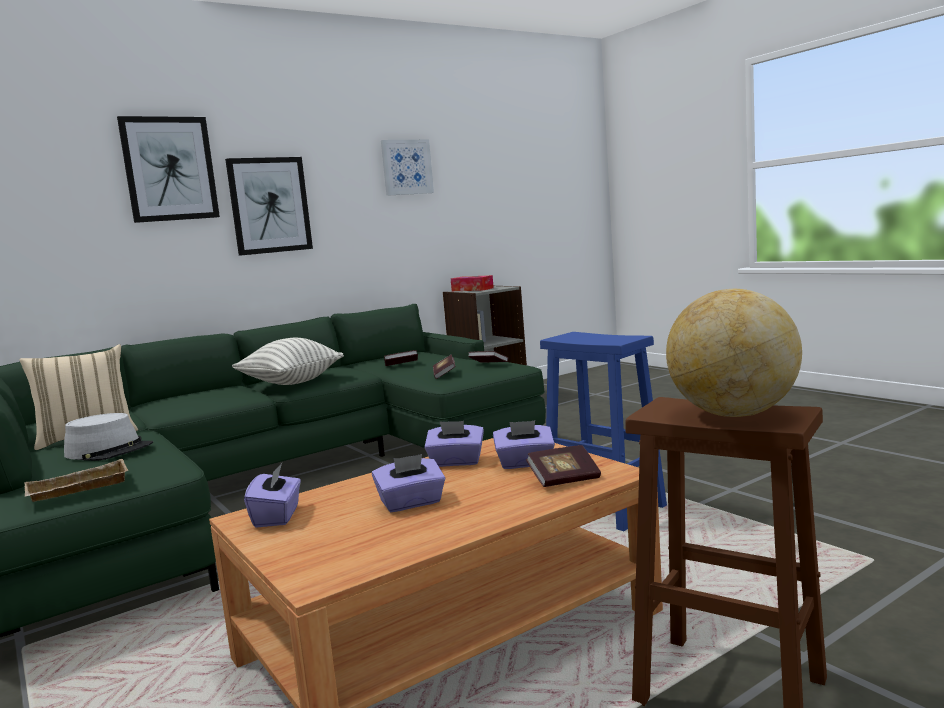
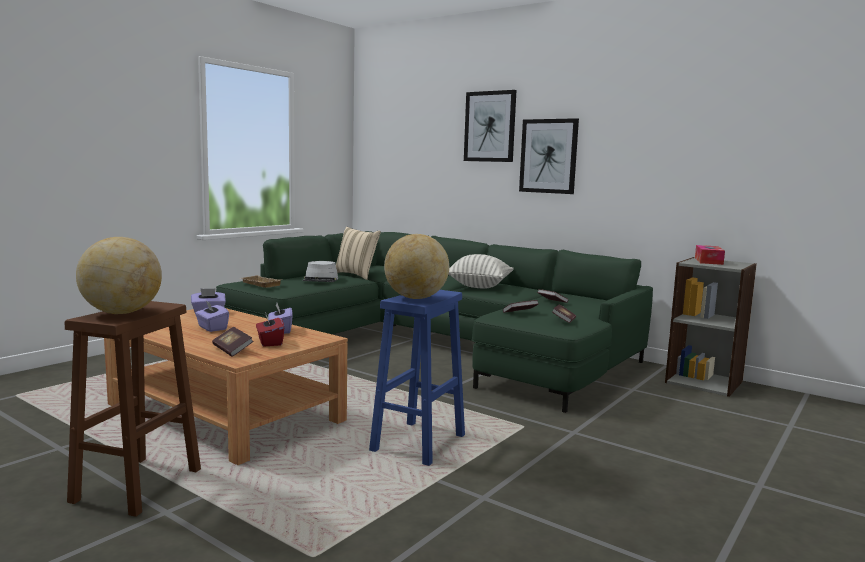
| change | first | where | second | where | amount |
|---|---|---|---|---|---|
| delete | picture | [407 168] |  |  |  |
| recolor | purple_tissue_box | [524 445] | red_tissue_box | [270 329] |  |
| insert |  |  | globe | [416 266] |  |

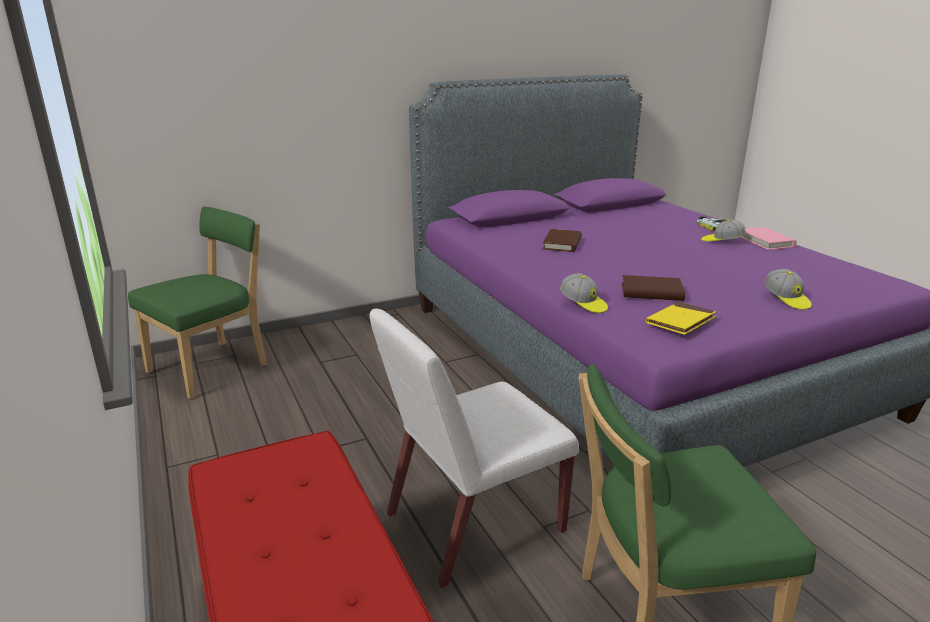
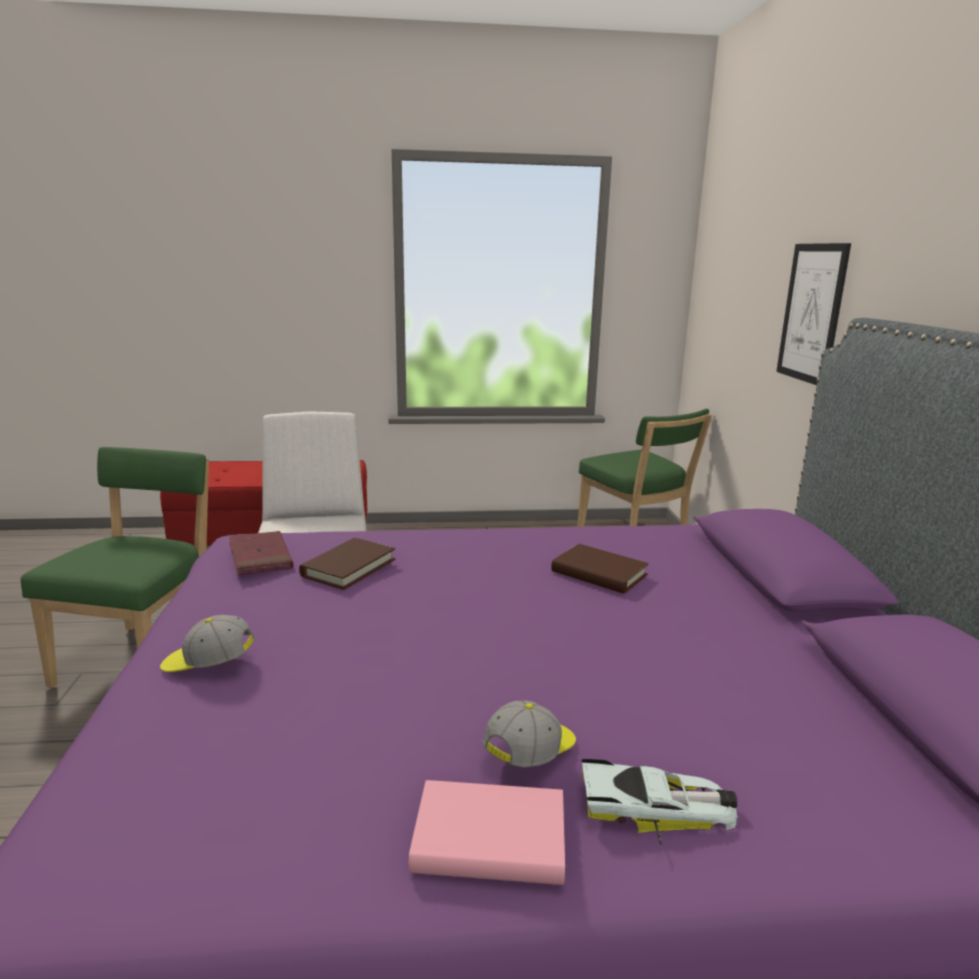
| change | first | where | second | where | amount |
|---|---|---|---|---|---|
| delete | cap | [584 293] |  |  |  |
| recolor | yellow_book | [681 318] | red_book | [261 553] |  |
| insert |  |  | picture | [813 314] |  |

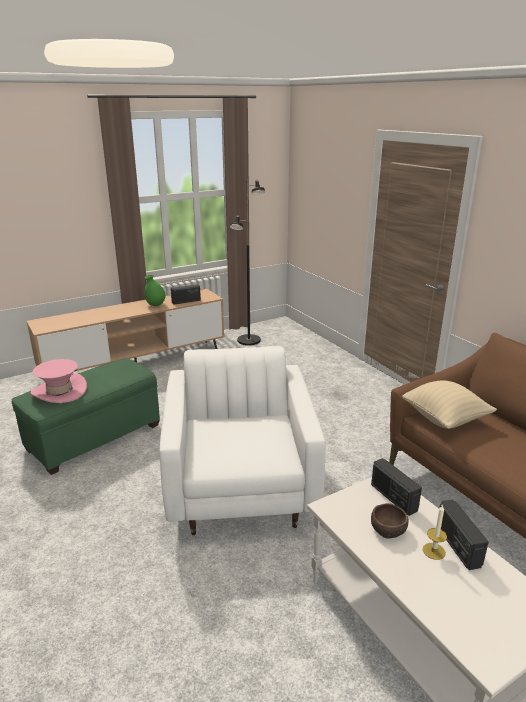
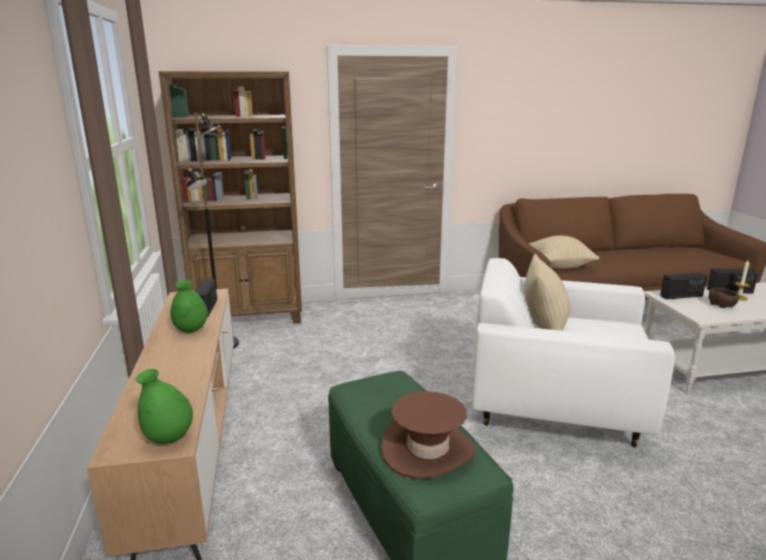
| change | first | where | second | where | amount |
|---|---|---|---|---|---|
| recolor | pink_hat | [58 381] | brown_hat | [428 435] |  |
| insert |  |  | brown_bookcase | [230 197] |  |
| insert |  |  | beige_pillow | [547 292] |  |
| insert |  |  | green_vase | [164 406] |  |

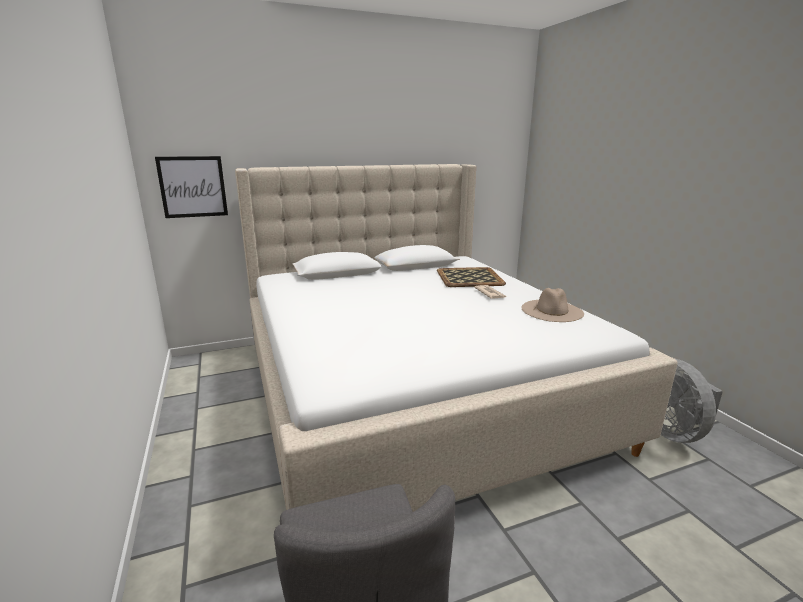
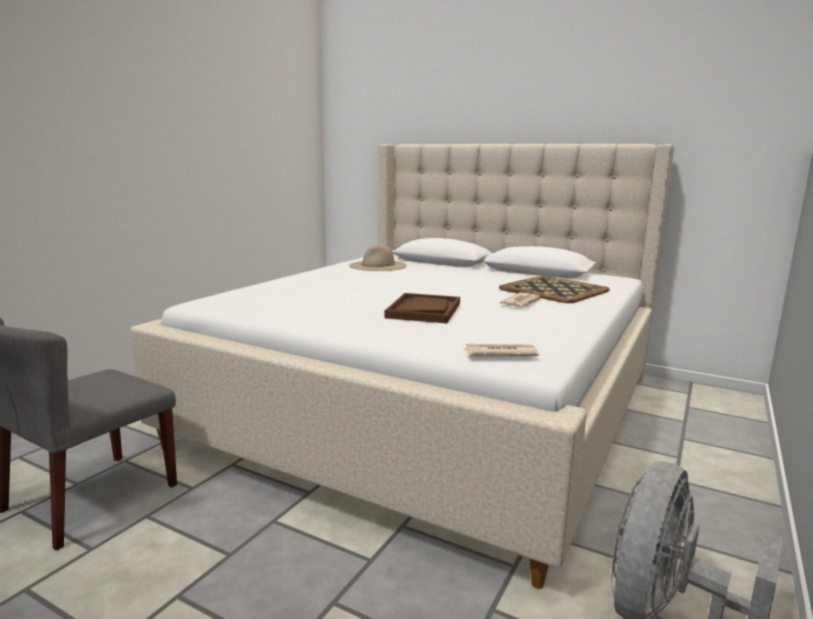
| change | first | where | second | where | amount |
|---|---|---|---|---|---|
| delete | picture | [191 187] |  |  |  |
| move | beige_hat | [552 305] |  | [378 257] |  |
| insert |  |  | brown_tray | [422 308] |  |
| insert |  |  | newspaper | [501 350] |  |

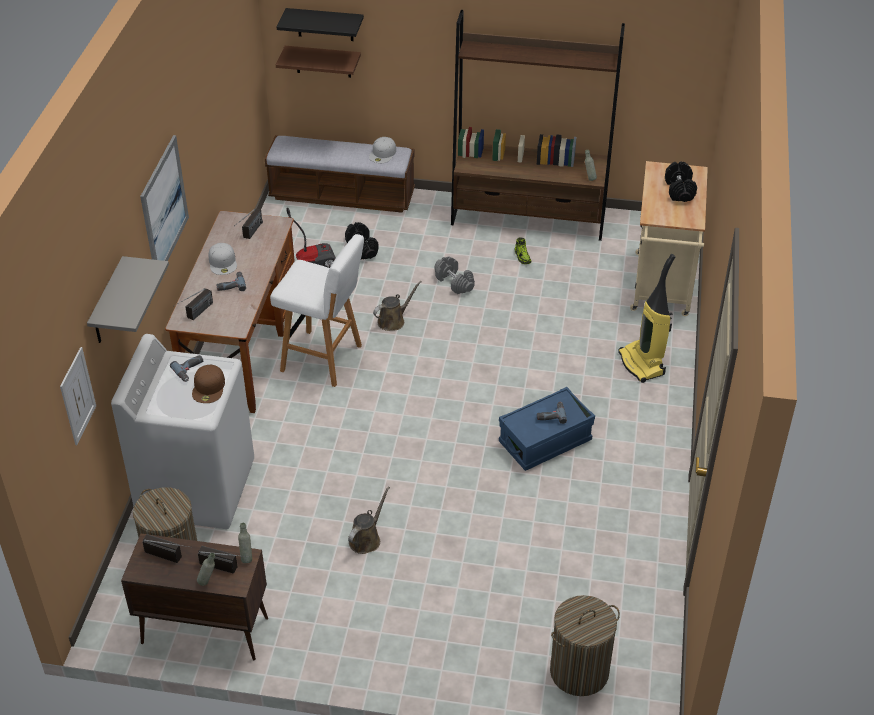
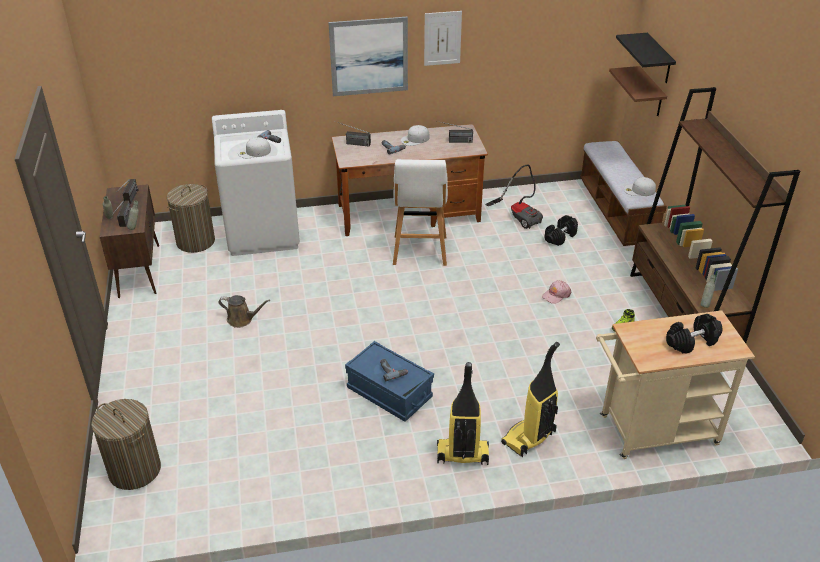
| change | first | where | second | where | amount |
|---|---|---|---|---|---|
| delete | grey_shelf | [128 299] |  |  |  |
| replace | grey_dumbbell | [455 275] | pink_cap | [556 292] |  |
| delete | brown_watering_can | [397 306] |  |  |  |
| move | picture | [78 396] |  | [443 38] |  |
| recolor | brown_cap | [208 384] | white_cap | [254 147] |  |
| insert |  |  | vacuum_cleaner | [463 413] |  |

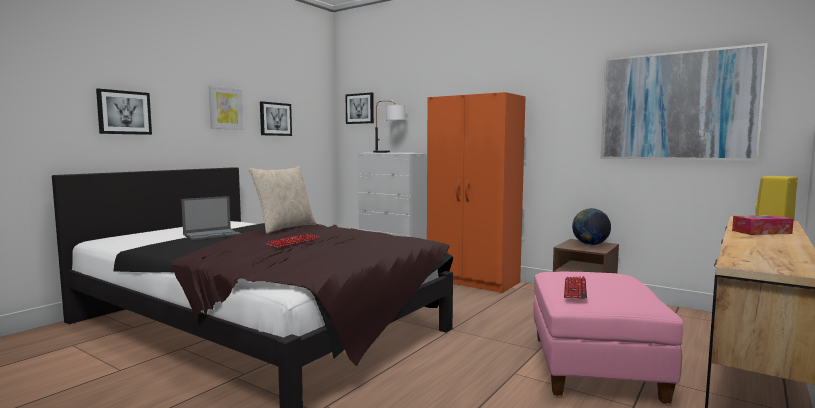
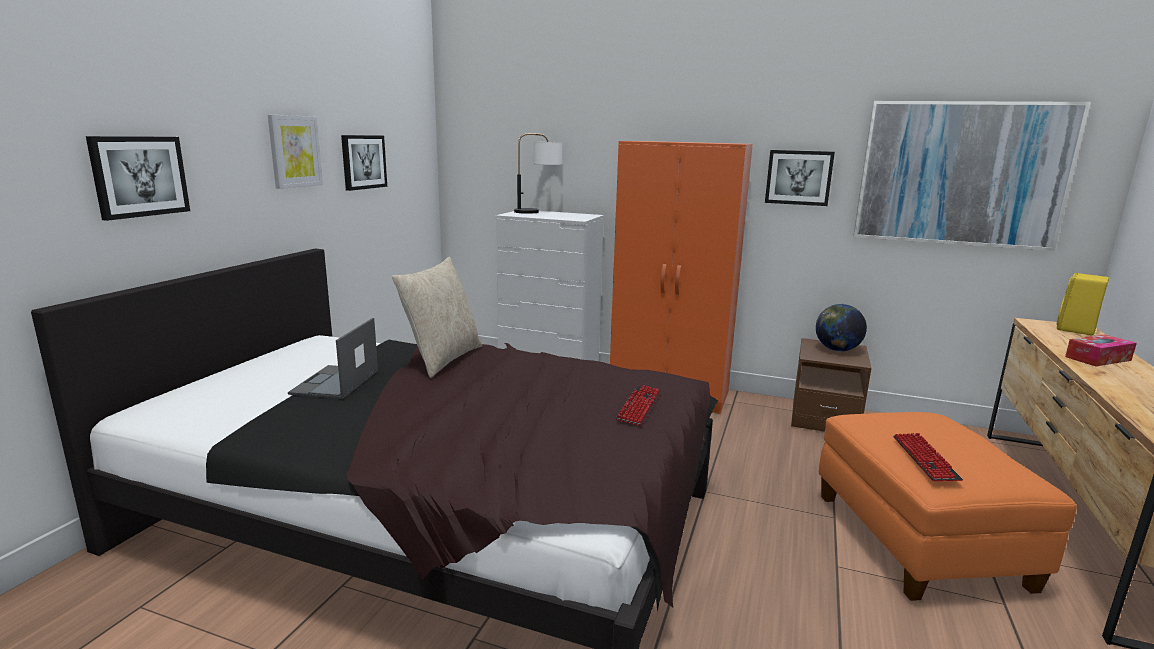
| change | first | where | second | where | amount |
|---|---|---|---|---|---|
| move | picture | [360 108] |  | [800 178] |  |
| rotate | laptop | [211 218] |  | [333 358] | 150 degrees clockwise |
| move | keyboard | [293 241] |  | [638 405] |  |
| recolor | pink_ottoman | [608 338] | orange_ottoman | [948 506] |  |

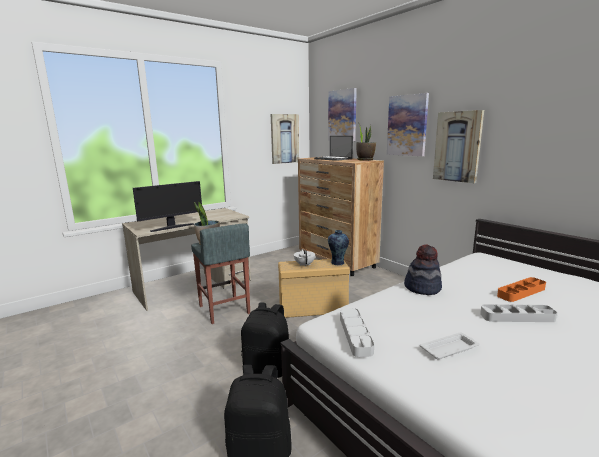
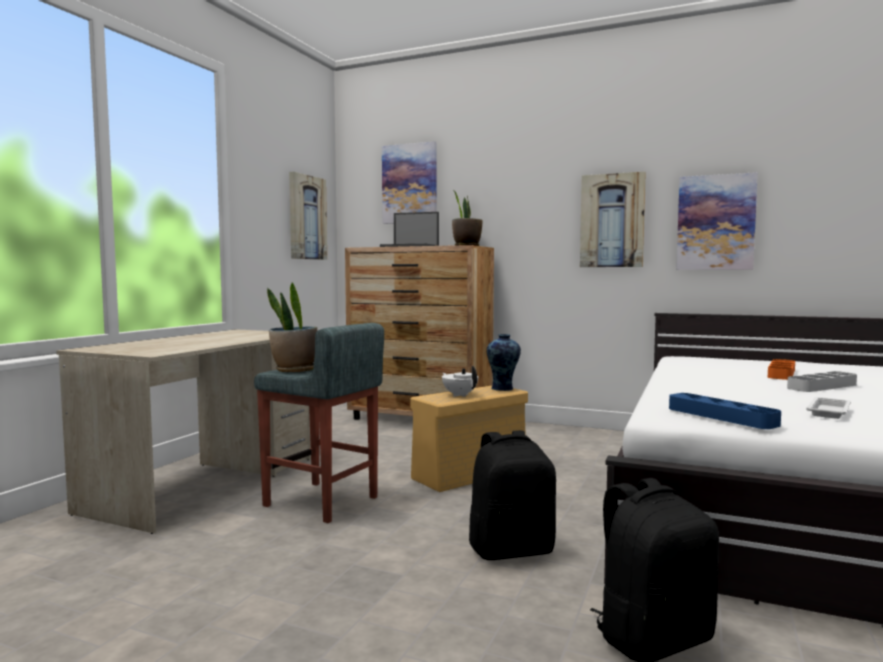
| change | first | where | second | where | amount |
|---|---|---|---|---|---|
| move | picture | [408 124] |  | [717 221] |  |
| delete | monitor | [167 206] |  |  |  |
| delete | hat | [423 269] |  |  |  |
| recolor | grey_tray | [357 332] | blue_tray | [725 411] |  |

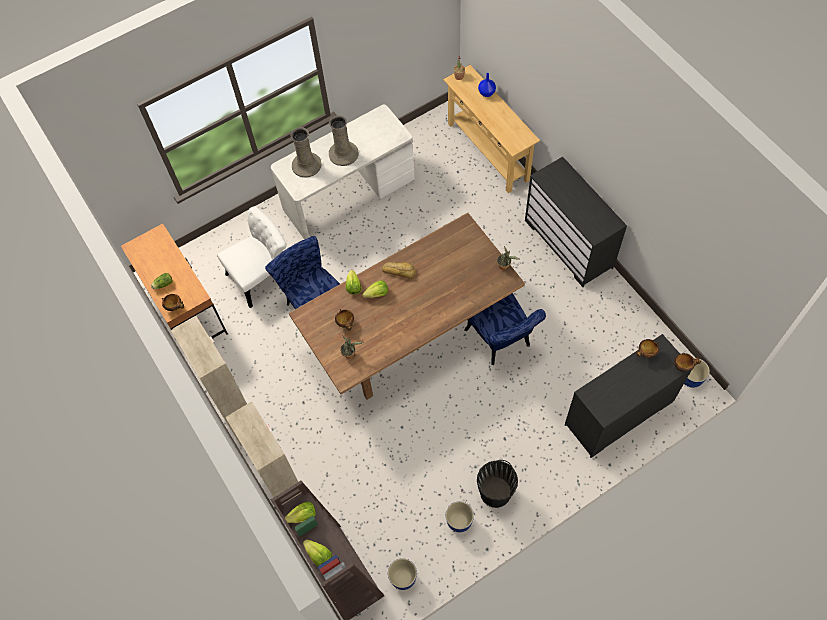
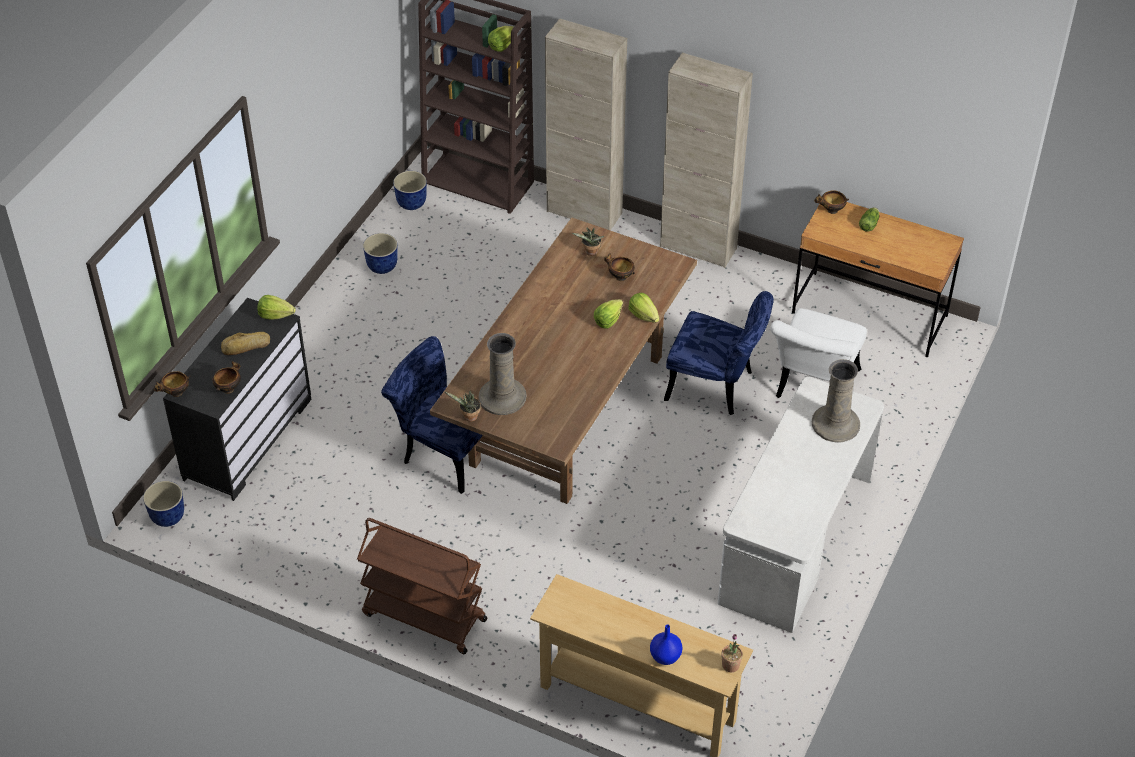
| change | first | where | second | where | amount |
|---|---|---|---|---|---|
| move | beige_vase | [344 140] |  | [502 374] |  |
| replace | black_dresser | [576 222] | brown_cart | [422 586] |  |
| move | bread | [399 270] |  | [245 343] |  |
| delete | black_bucket | [497 484] |  |  |  |
| move | lettuce | [317 552] |  | [276 307] |  |

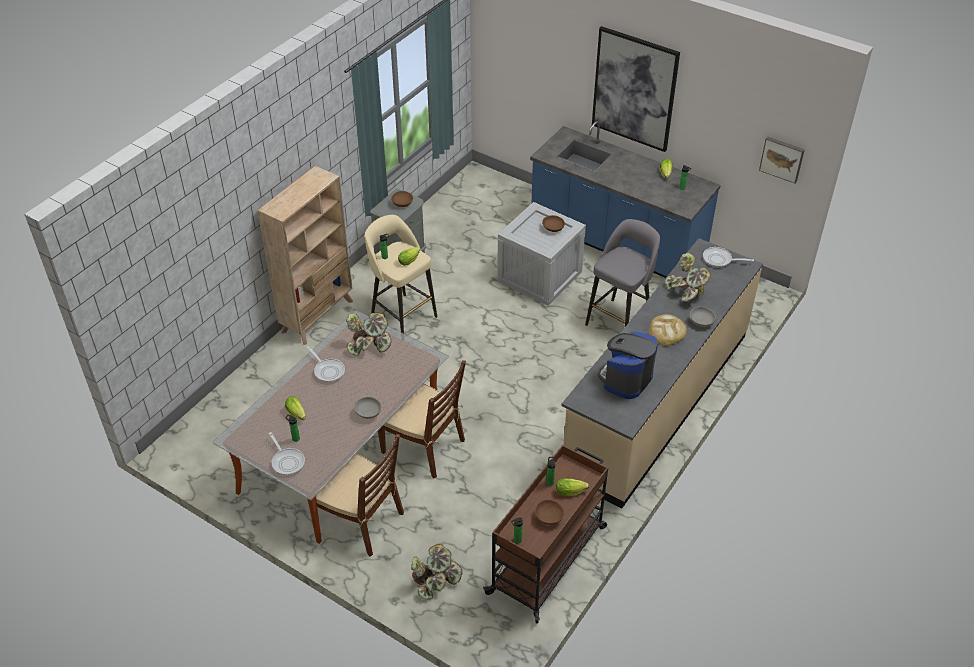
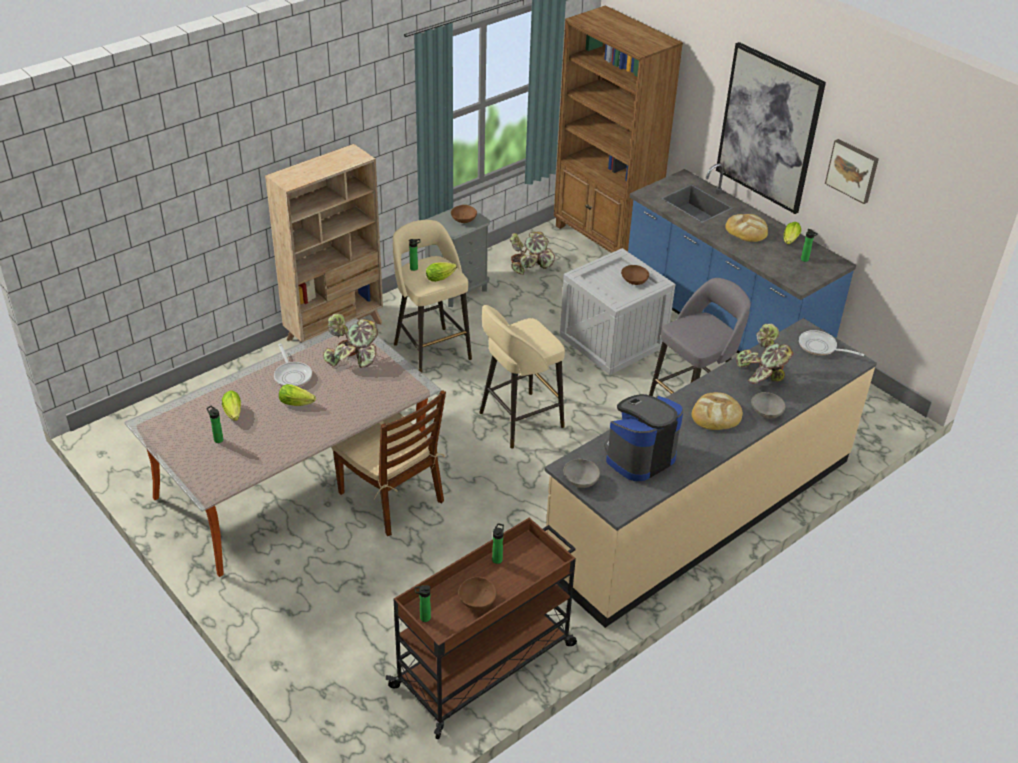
| change | first | where | second | where | amount |
|---|---|---|---|---|---|
| move | picture | [782 160] |  | [852 171] |  |
| move | grey_bowl | [367 408] |  | [581 473] |  |
| delete | frying_pan | [287 453] |  |  |  |
| delete | brown_chair | [360 495] |  |  |  |
| move | lettuce | [572 487] |  | [297 395] |  |
| move | potted_plant | [437 572] |  | [532 253] |  |
| insert |  |  | brown_bookcase | [618 129] |  |
| insert |  |  | bread | [746 228] |  |
| insert |  |  | beige_stool | [522 377] |  |

